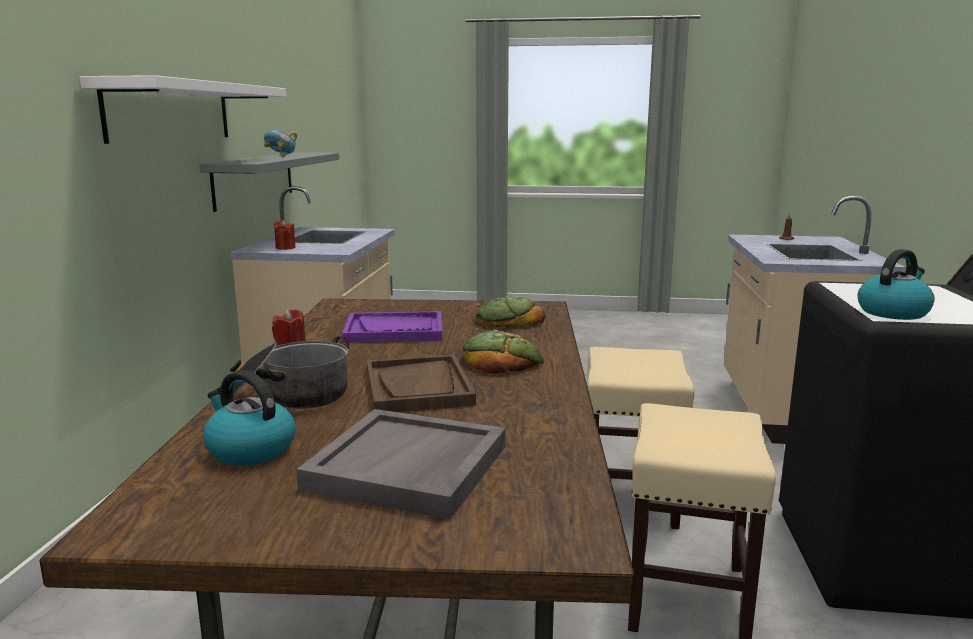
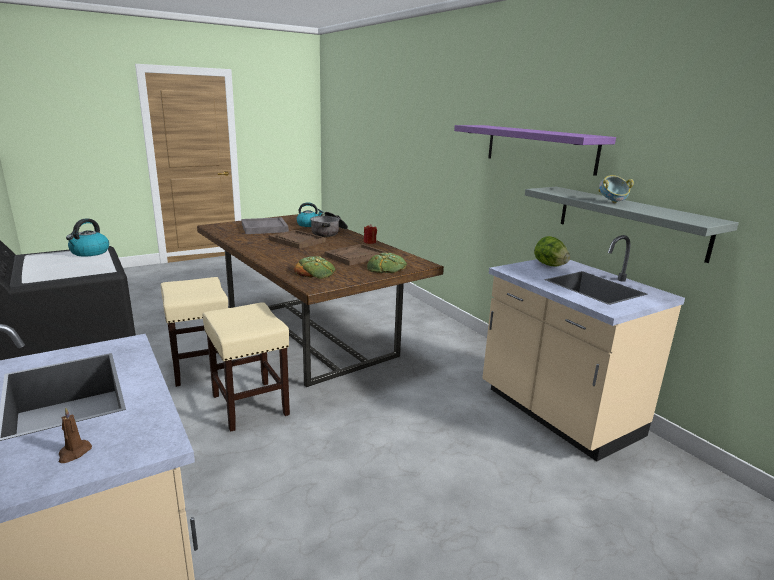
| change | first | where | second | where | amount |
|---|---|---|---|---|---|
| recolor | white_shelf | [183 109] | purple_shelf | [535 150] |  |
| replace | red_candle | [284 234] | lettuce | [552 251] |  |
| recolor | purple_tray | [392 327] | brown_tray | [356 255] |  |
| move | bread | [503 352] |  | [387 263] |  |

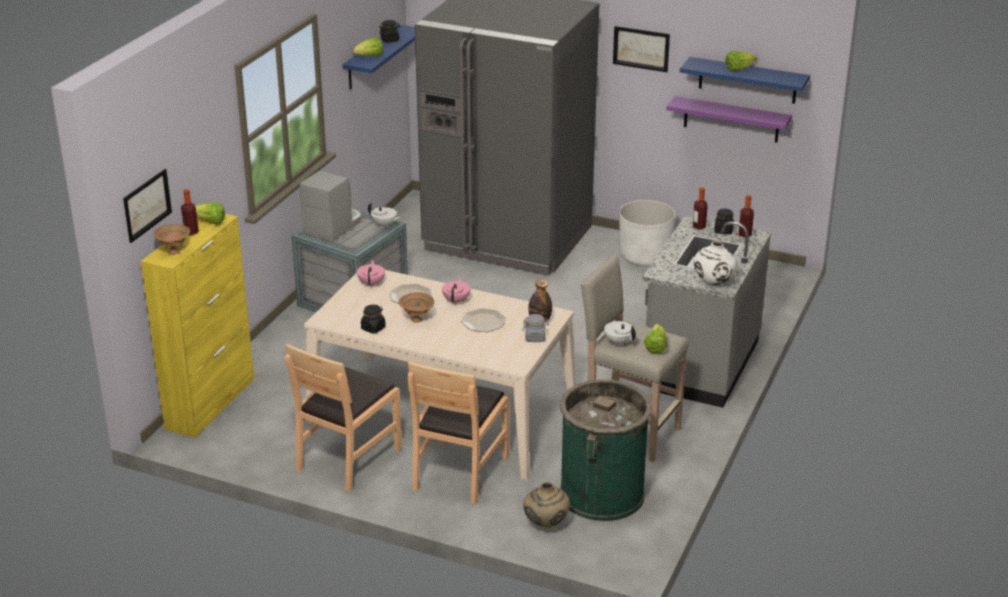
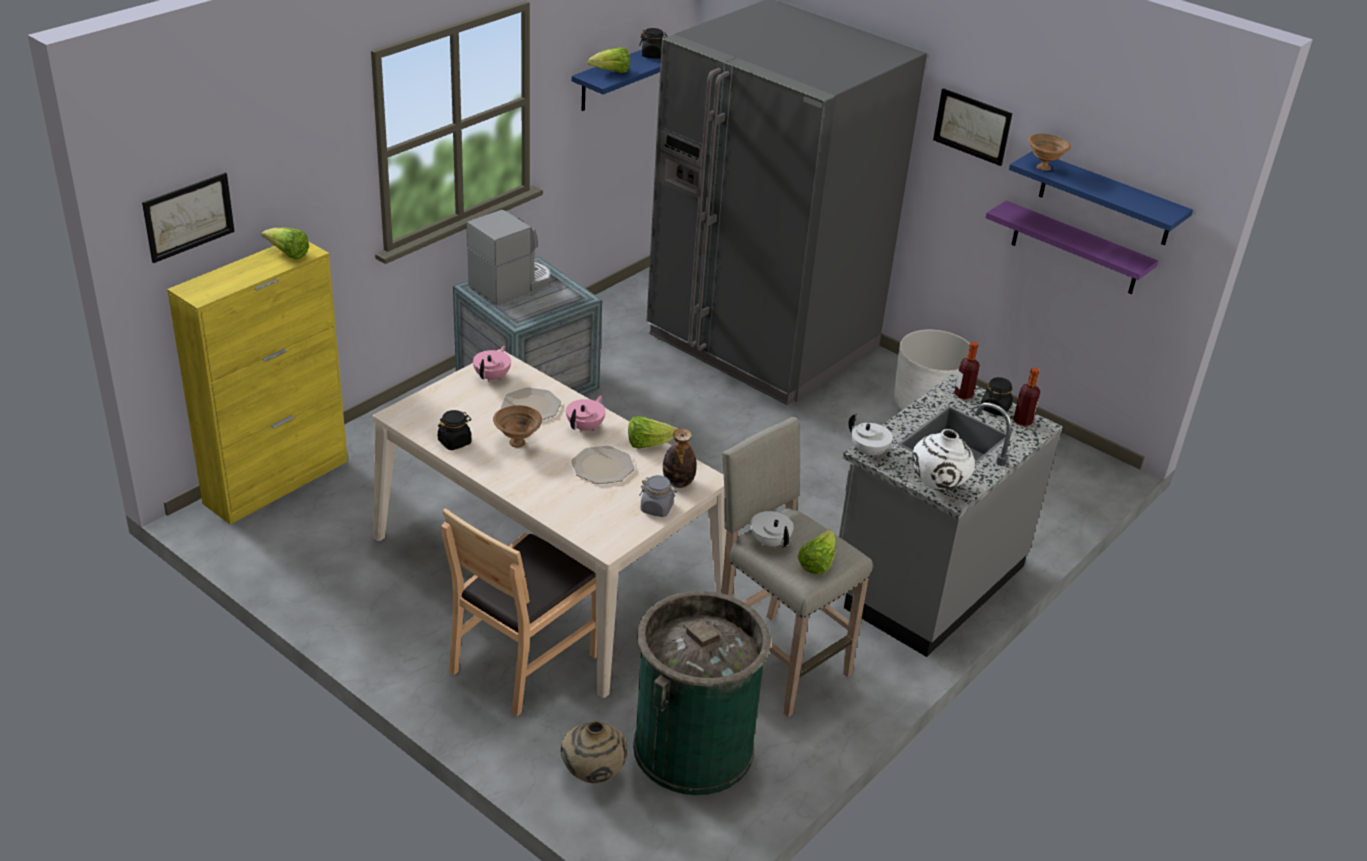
| change | first | where | second | where | amount |
|---|---|---|---|---|---|
| move | lettuce | [741 61] |  | [653 432] |  |
| delete | bottle | [190 212] |  |  |  |
| move | white_teapot | [385 215] |  | [873 435] |  |
| move | brown_bowl | [171 239] |  | [1049 152] |  |
| delete | brown_chair | [343 418] |  |  |  |

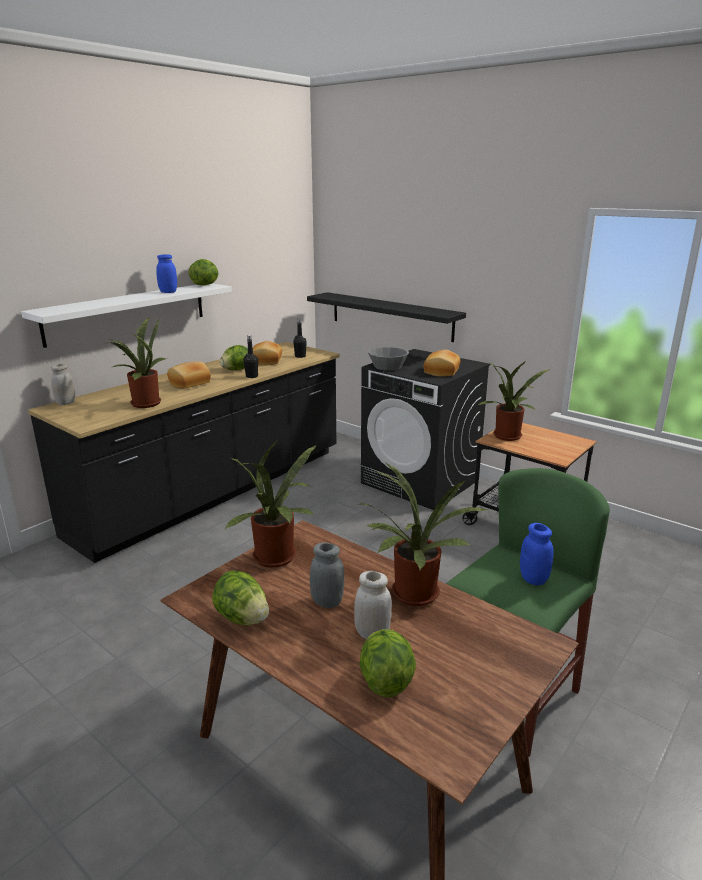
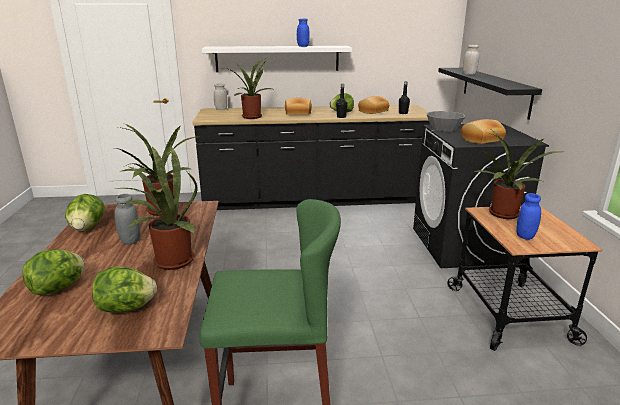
| change | first | where | second | where | amount |
|---|---|---|---|---|---|
| move | lettuce | [203 272] |  | [124 289] |  |
| move | blue_jar | [537 554] |  | [529 216] |  |
| move | white_jar | [373 605] |  | [471 60] |  |

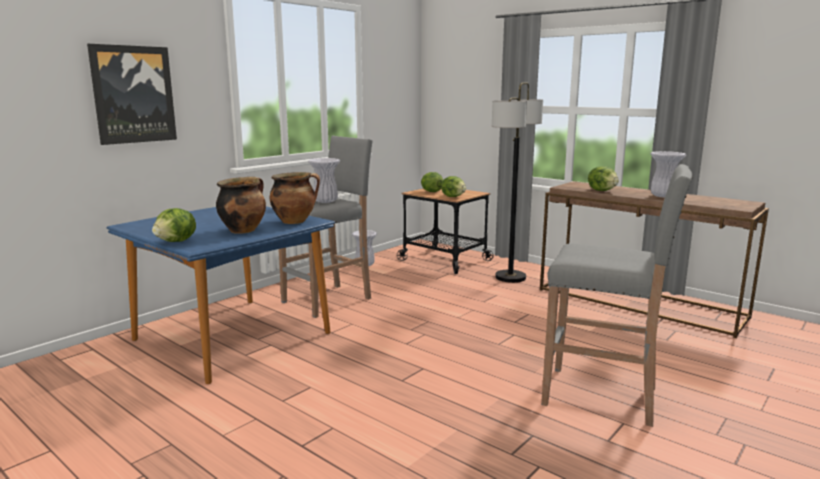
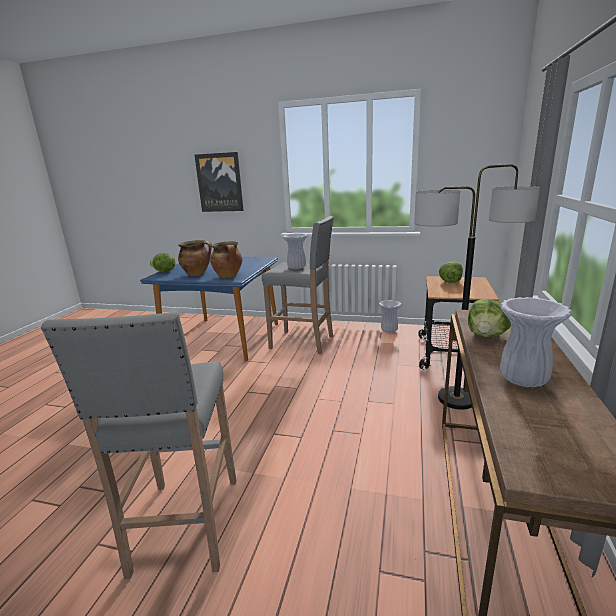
| change | first | where | second | where | amount |
|---|---|---|---|---|---|
| delete | lettuce | [453 186] |  |  |  |

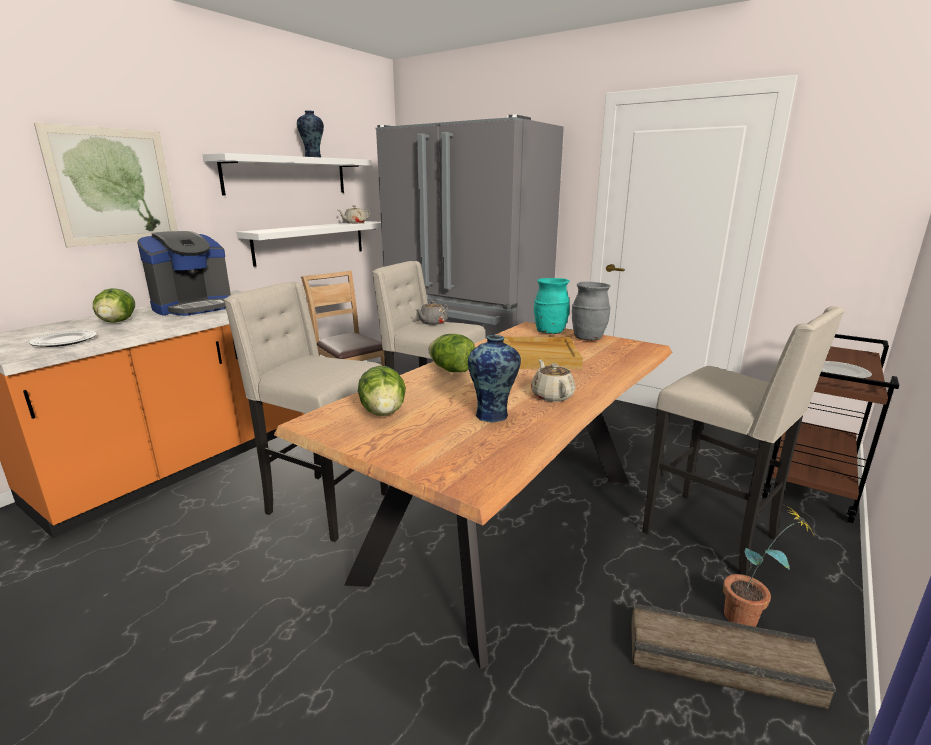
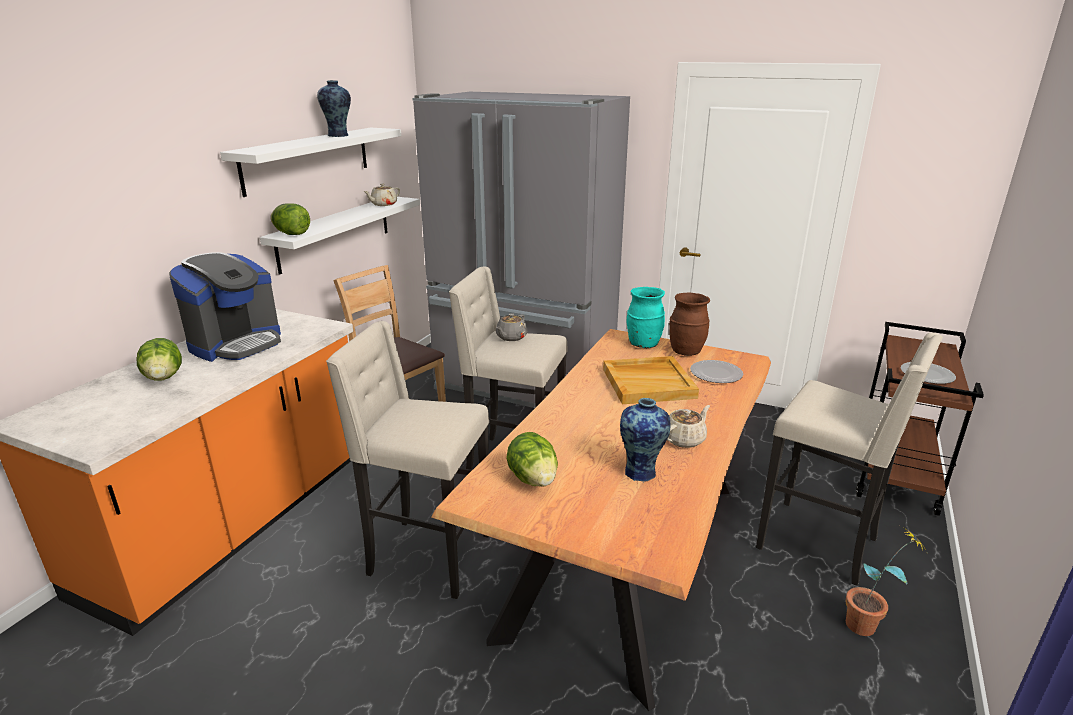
| change | first | where | second | where | amount |
|---|---|---|---|---|---|
| delete | picture | [106 185] |  |  |  |
| recolor | grey_vase | [591 311] | brown_vase | [689 324] |  |
| move | plate | [63 338] |  | [716 371] |  |
| move | lettuce | [451 353] |  | [290 219] |  |
| rotate | beige_teapot | [553 380] |  | [688 426] | 75 degrees clockwise |
| delete | crate | [733 656] |  |  |  |

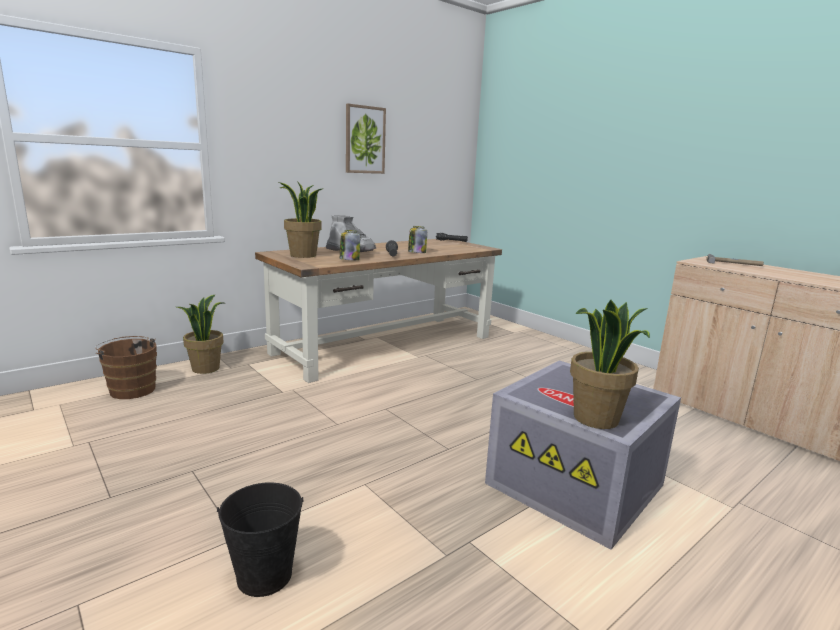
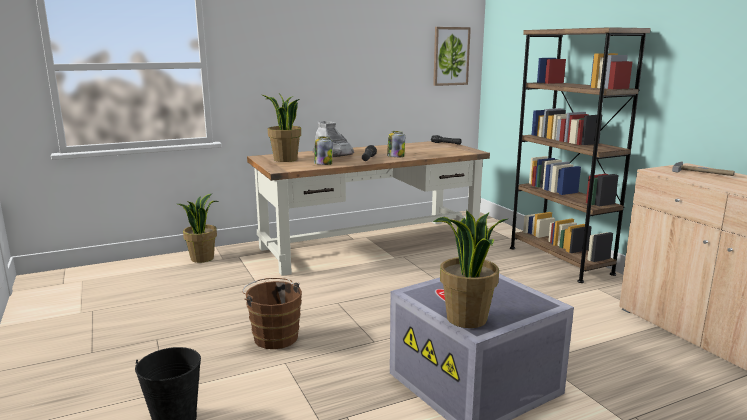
| change | first | where | second | where | amount |
|---|---|---|---|---|---|
| move | picture | [366 139] |  | [452 56] |  |
| move | brown_bucket | [126 367] |  | [272 313] |  |
| insert |  |  | brown_bookcase | [580 155] |  |

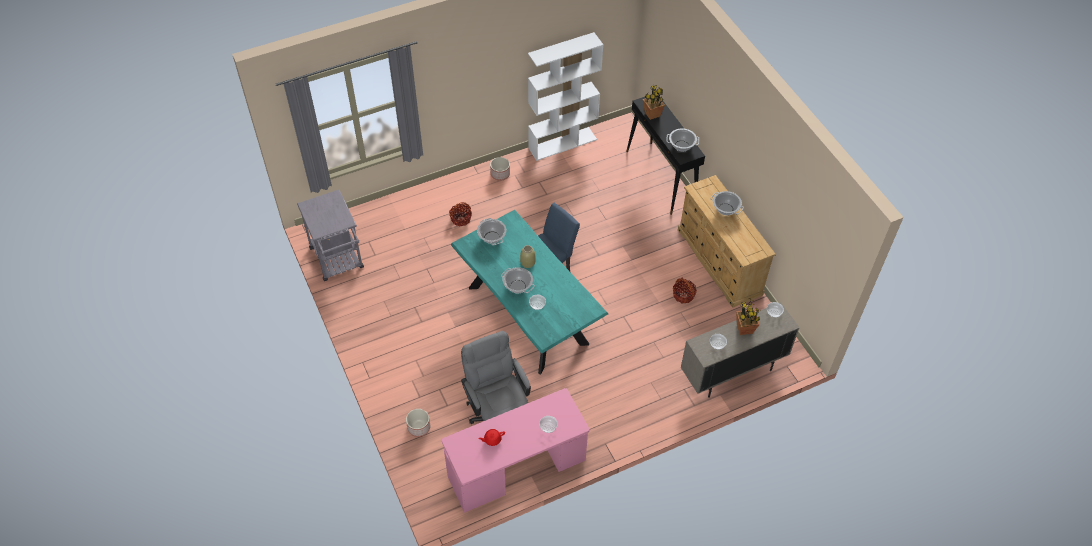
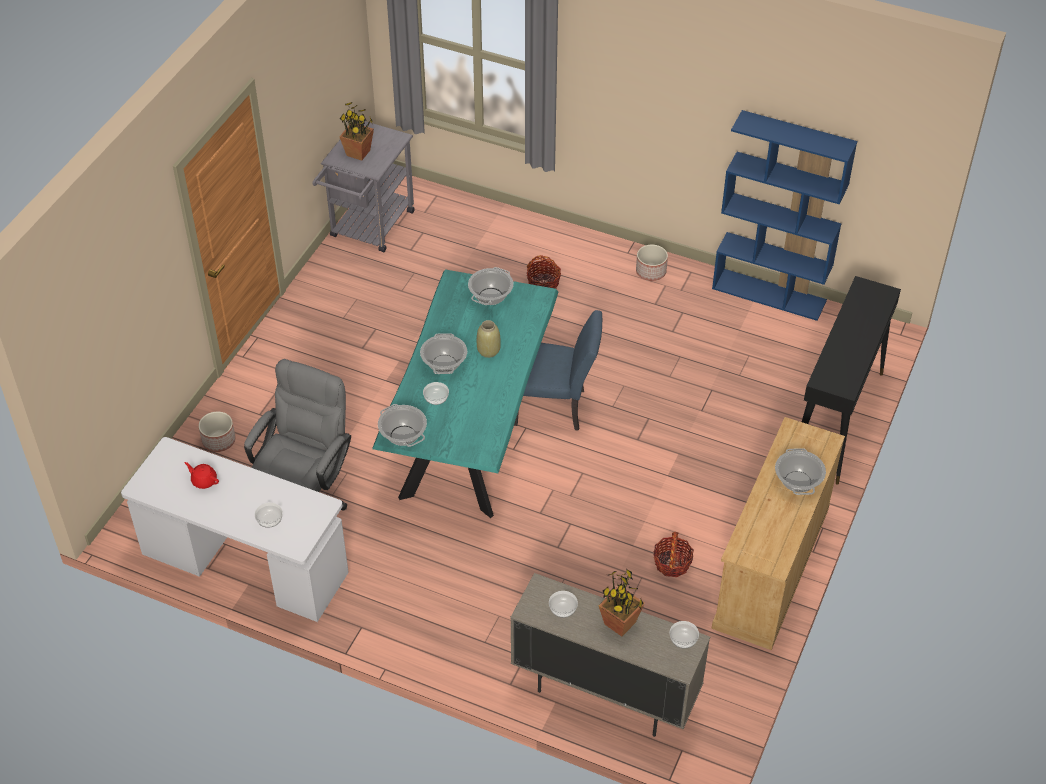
| change | first | where | second | where | amount |
|---|---|---|---|---|---|
| recolor | white_bookcase | [565 96] | blue_bookcase | [784 215] |  |
| move | potted_plant | [654 102] |  | [356 131] |  |
| move | cooking_pot | [682 139] |  | [402 425] |  |
| recolor | pink_desk | [515 450] | white_desk | [235 529] |  |

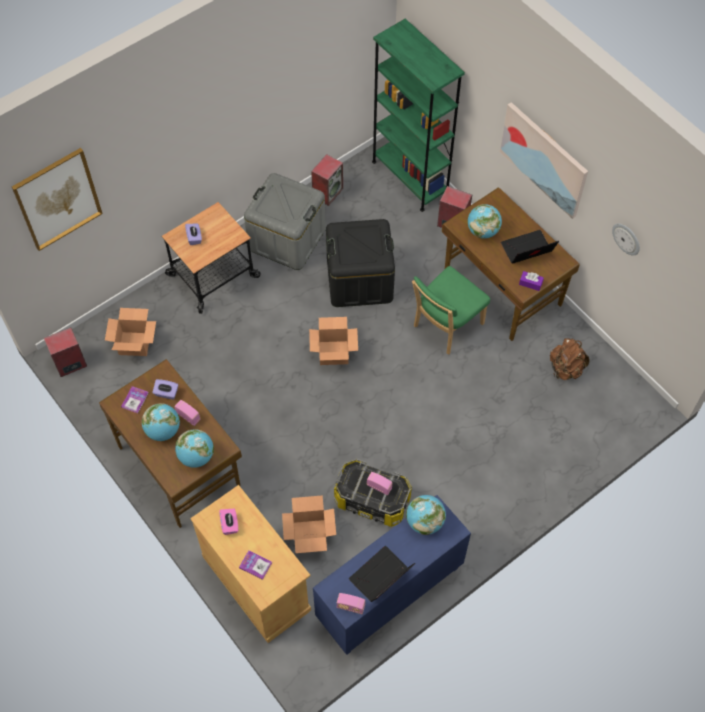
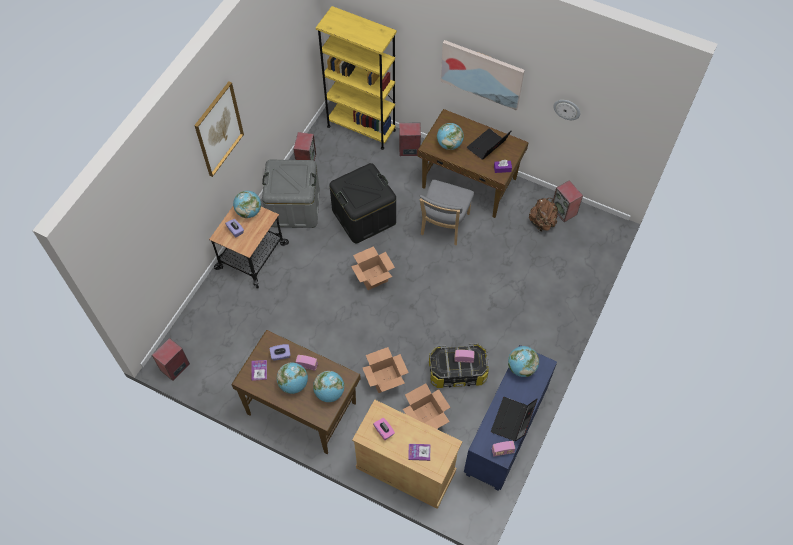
| change | first | where | second | where | amount |
|---|---|---|---|---|---|
| recolor | green_bookcase | [418 115] | yellow_bookcase | [356 78] |  |
| move | picture | [57 199] |  | [219 129] |  |
| recolor | green_chair | [451 310] | grey_chair | [447 212] |  |
| move | cardboard_box | [130 332] |  | [386 370] |  |
| insert |  |  | speaker | [568 201] |  |
| insert |  |  | globe | [247 204] |  |

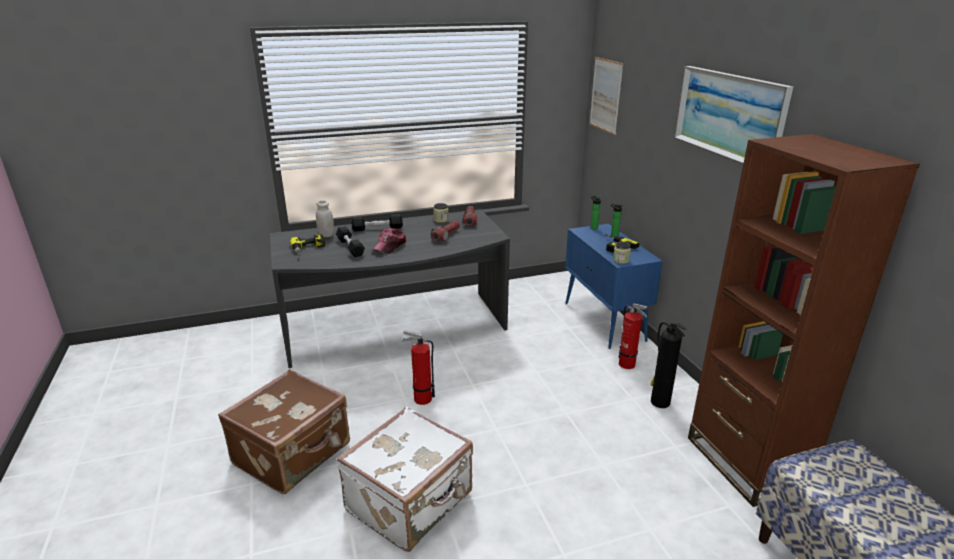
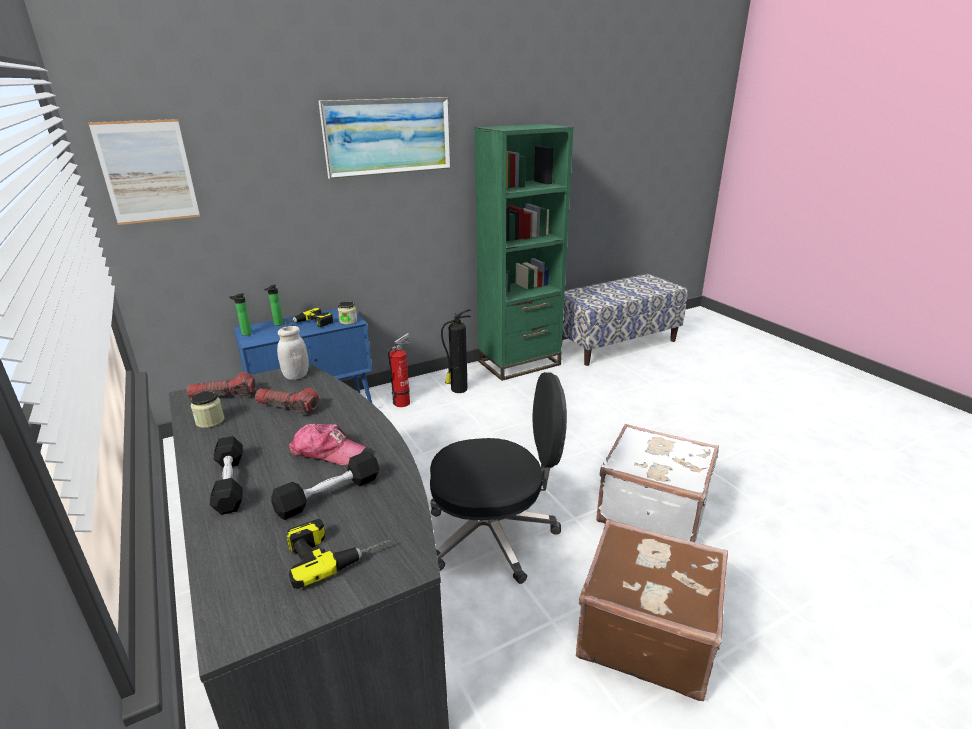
| change | first | where | second | where | amount |
|---|---|---|---|---|---|
| recolor | brown_bookcase | [804 320] | green_bookcase | [523 252] |  |
| move | white_jar | [325 218] |  | [293 353] |  |
| replace | fire_extinguisher | [418 367] | black_office_chair | [498 478] |  |

